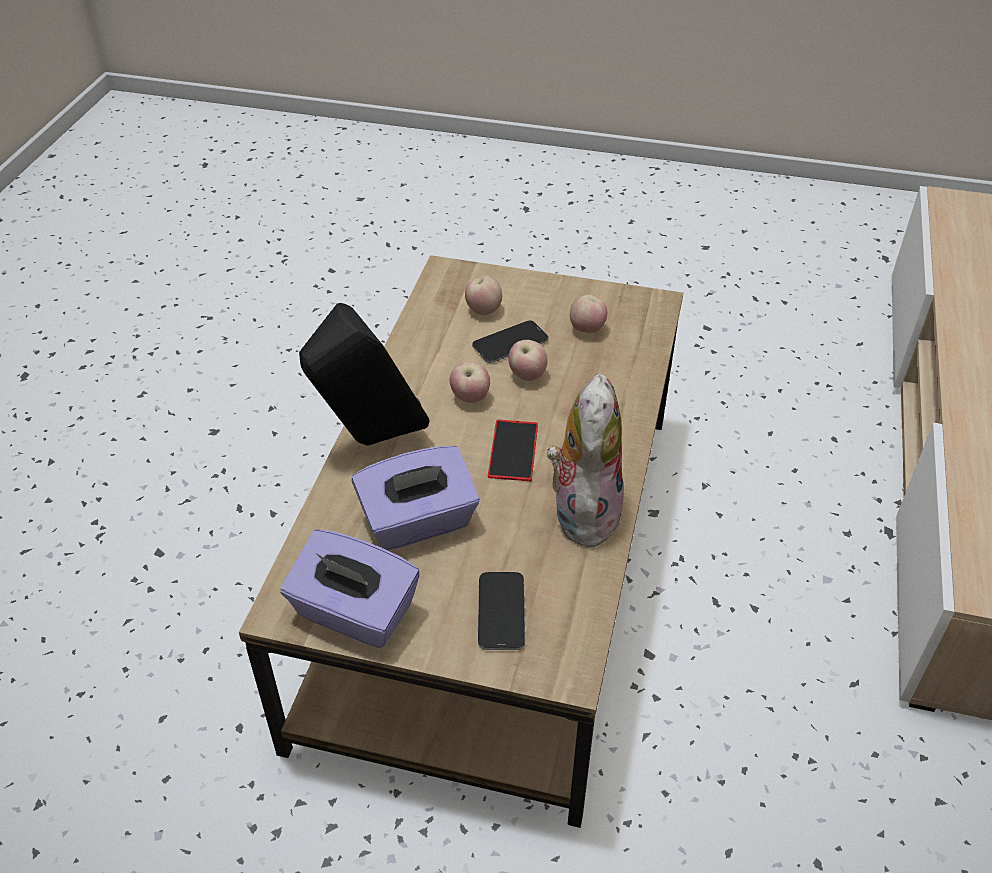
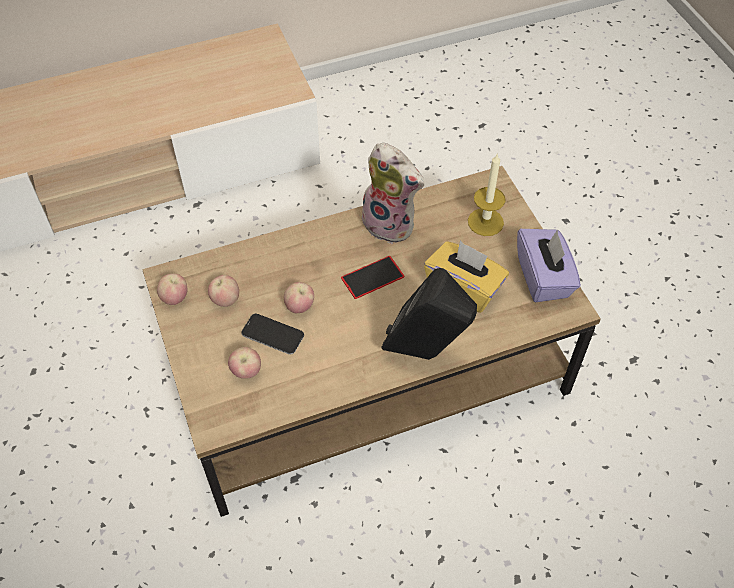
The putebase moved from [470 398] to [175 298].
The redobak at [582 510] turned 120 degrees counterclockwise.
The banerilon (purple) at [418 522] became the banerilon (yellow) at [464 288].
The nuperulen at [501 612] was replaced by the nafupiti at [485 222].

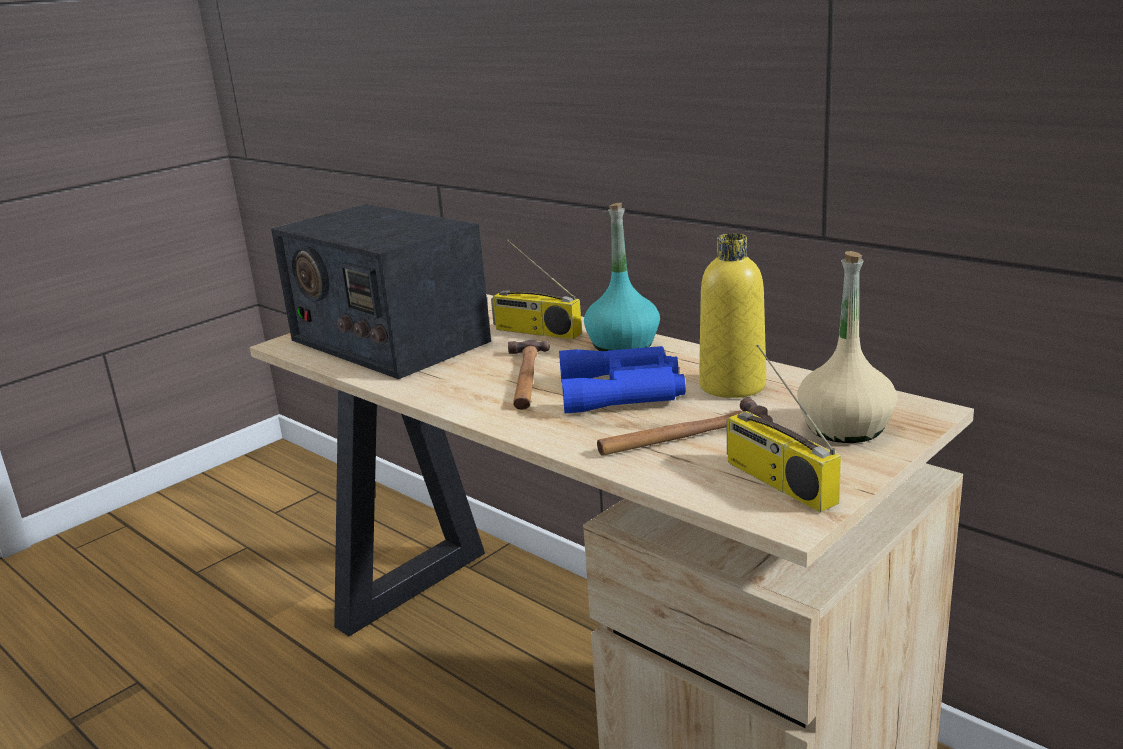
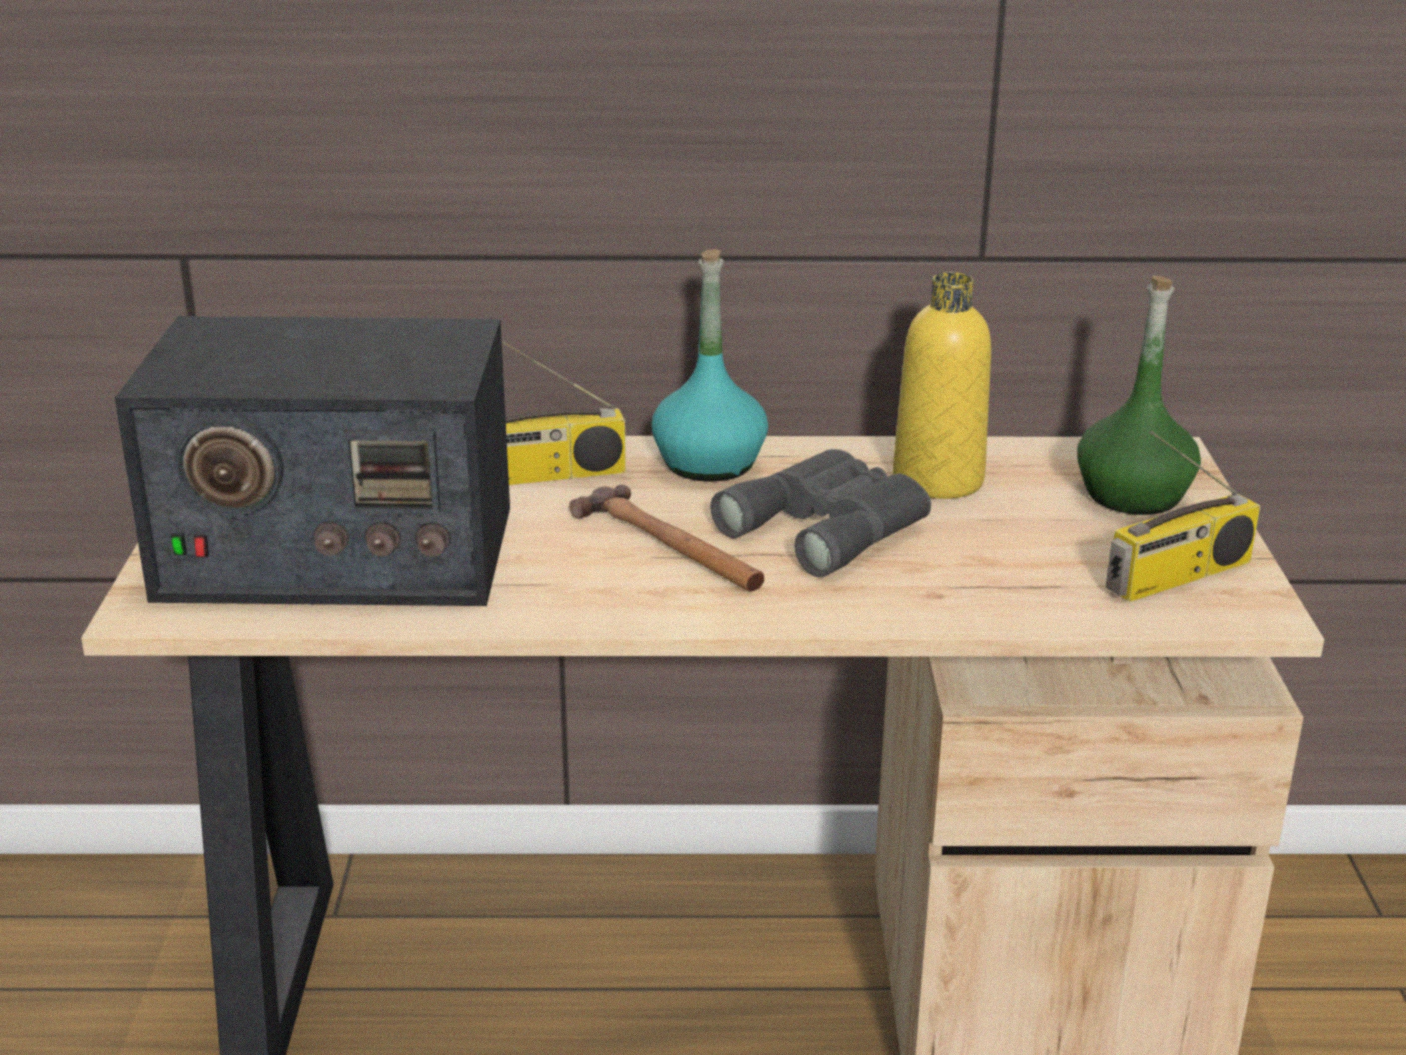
The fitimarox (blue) at [624 391] became the fitimarox (grey) at [831 525].
The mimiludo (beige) at [845 428] became the mimiludo (green) at [1133 495].
The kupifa at [776 481] turned 45 degrees counterclockwise.
The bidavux at [683 436] disappeared.

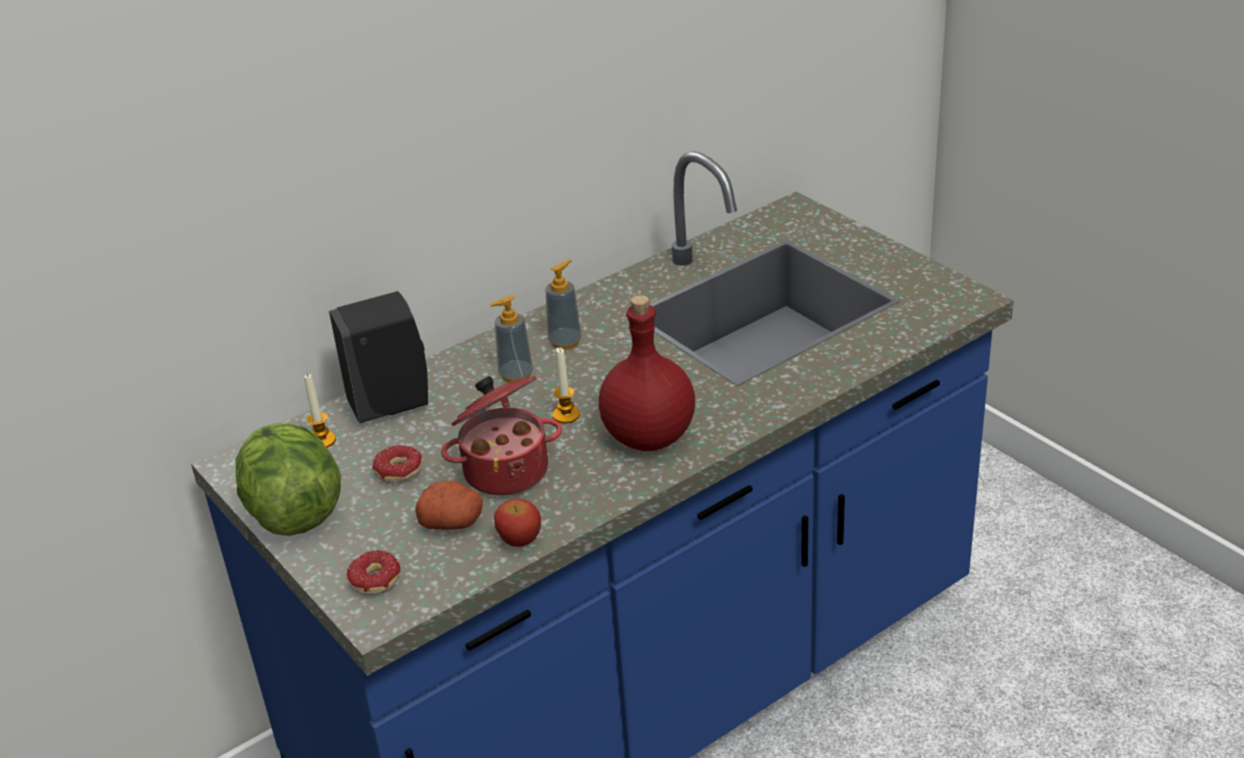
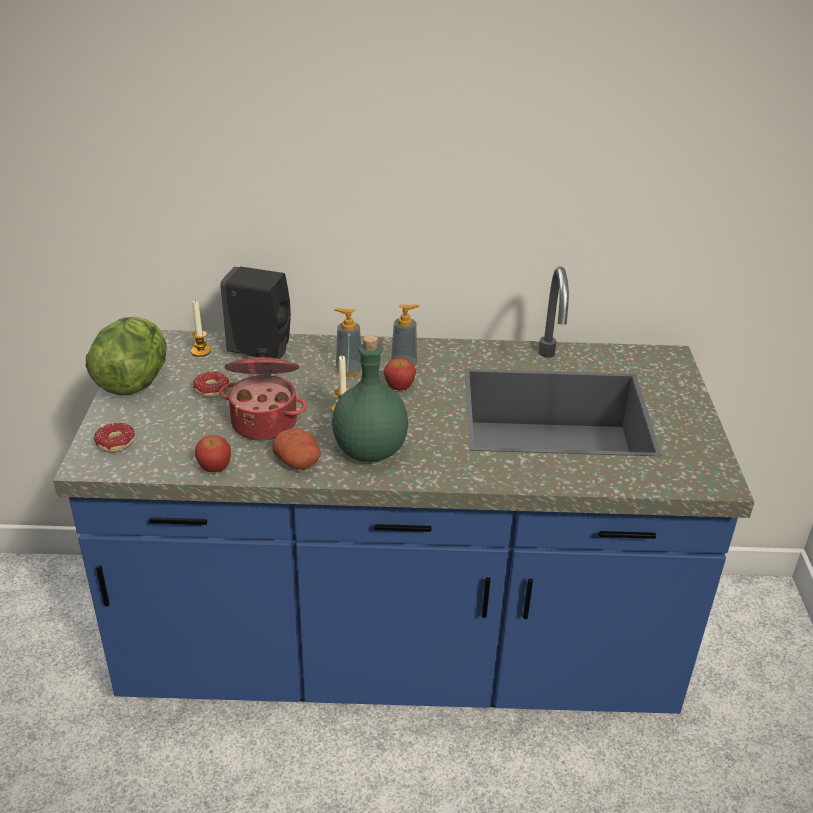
The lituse moved from [453 522] to [298 462].
The mimiludo (red) at [648 436] became the mimiludo (green) at [370 450].
The putebase at [399 387] appeared.

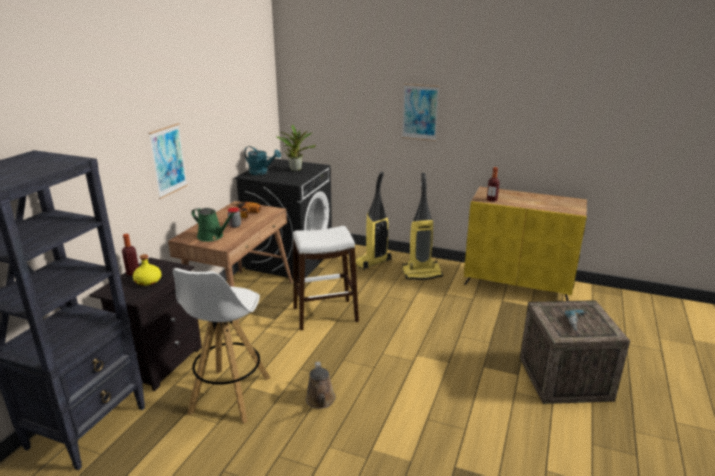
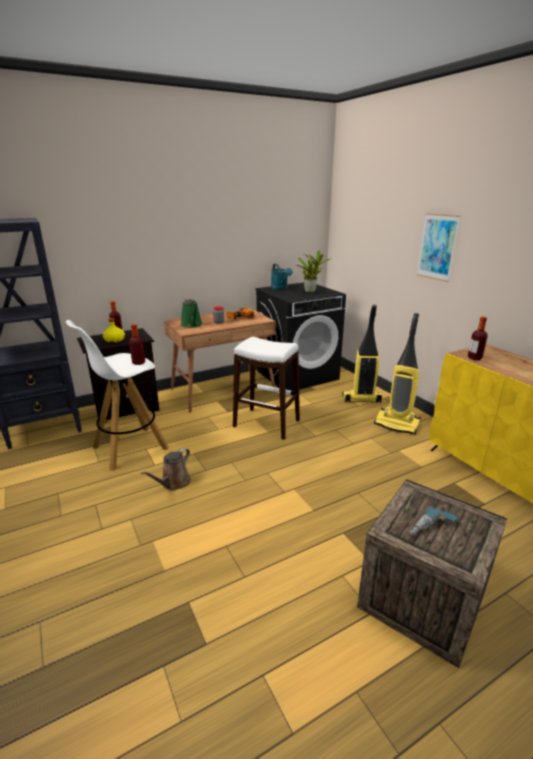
The mimiludo at [138 363] appeared.
The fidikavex at [168 160] disappeared.

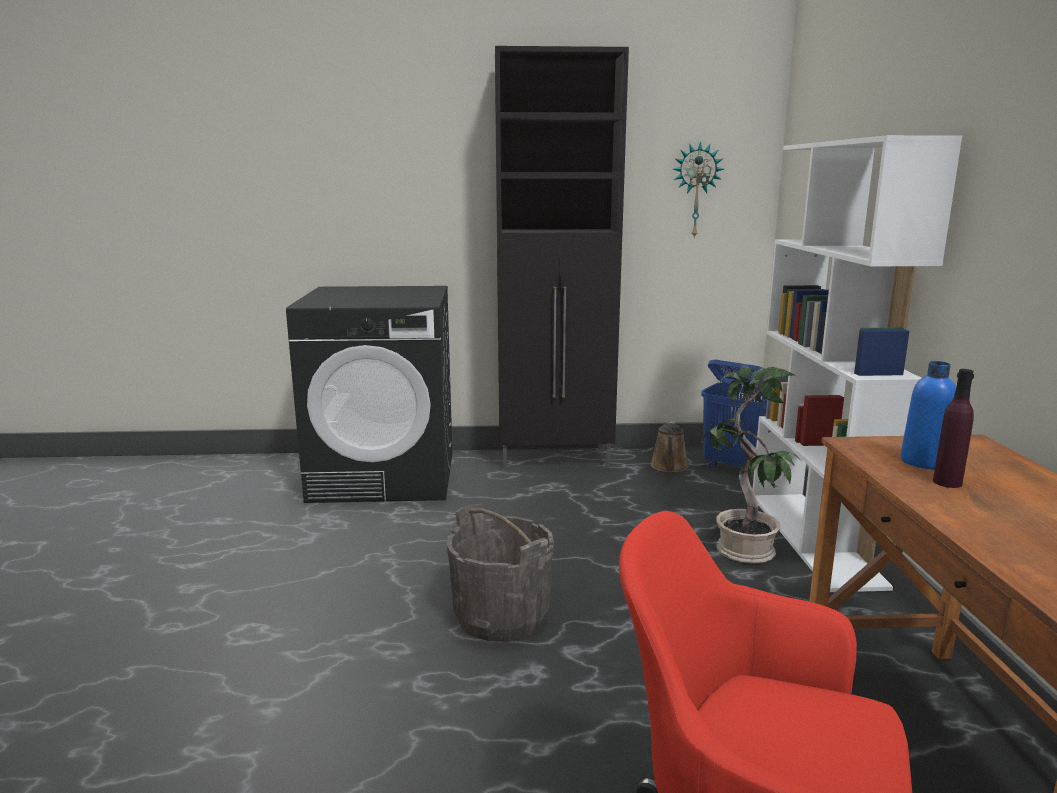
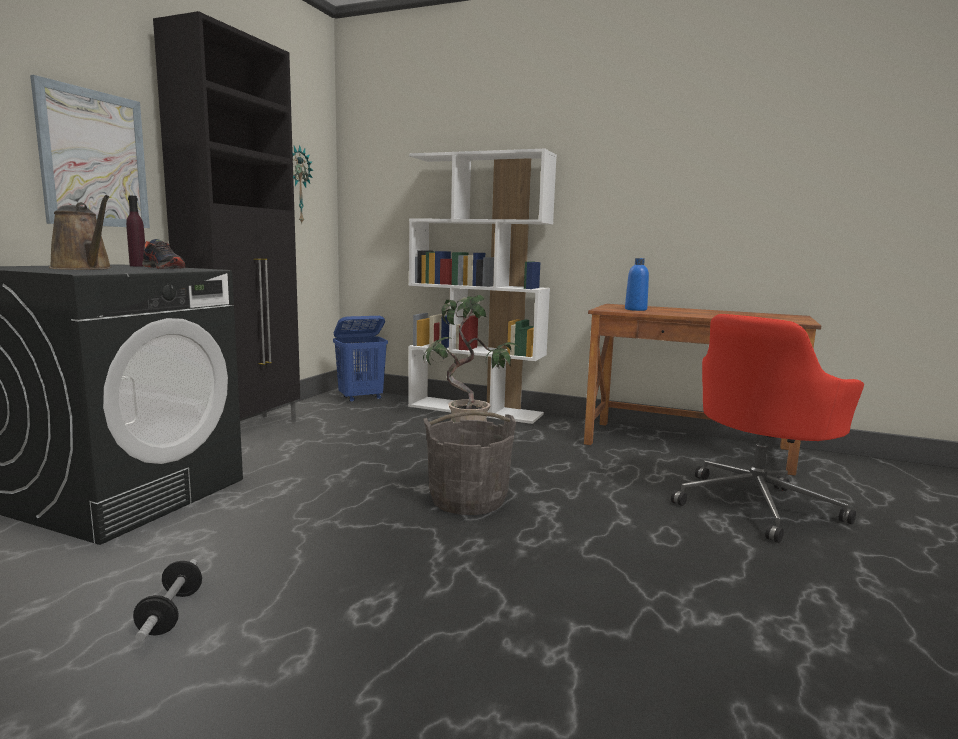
The fidikavex at [94 159] appeared.
The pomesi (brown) moved from [669 467] to [84 269].
The mimiludo (purple) moved from [947 482] to [138 266].
The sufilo at [171 614] appeared.
The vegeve at [164 268] appeared.

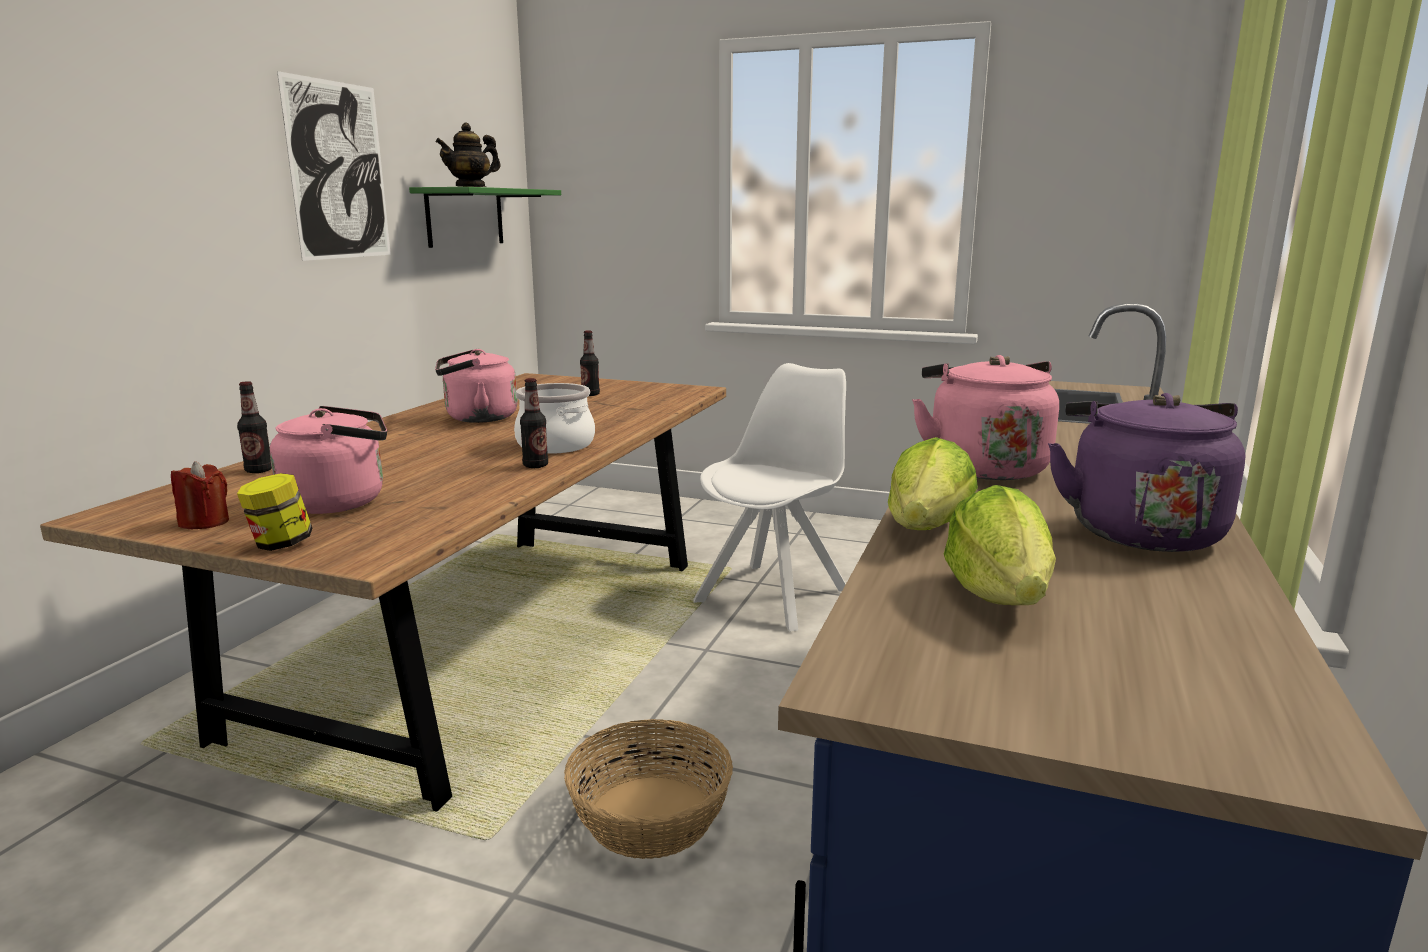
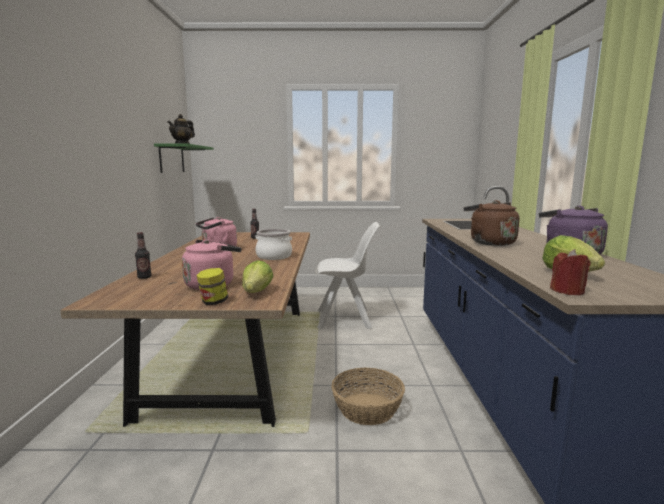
The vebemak moved from [927 529] to [257 292].
The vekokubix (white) at [775 594] turned 75 degrees clockwise.
The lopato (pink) at [983 467] became the lopato (brown) at [489 242].
The nafupiti (red) moved from [205 522] to [567 291].
The fidikavex at [338 171] disappeared.
The mimiludo at [535 465] disappeared.

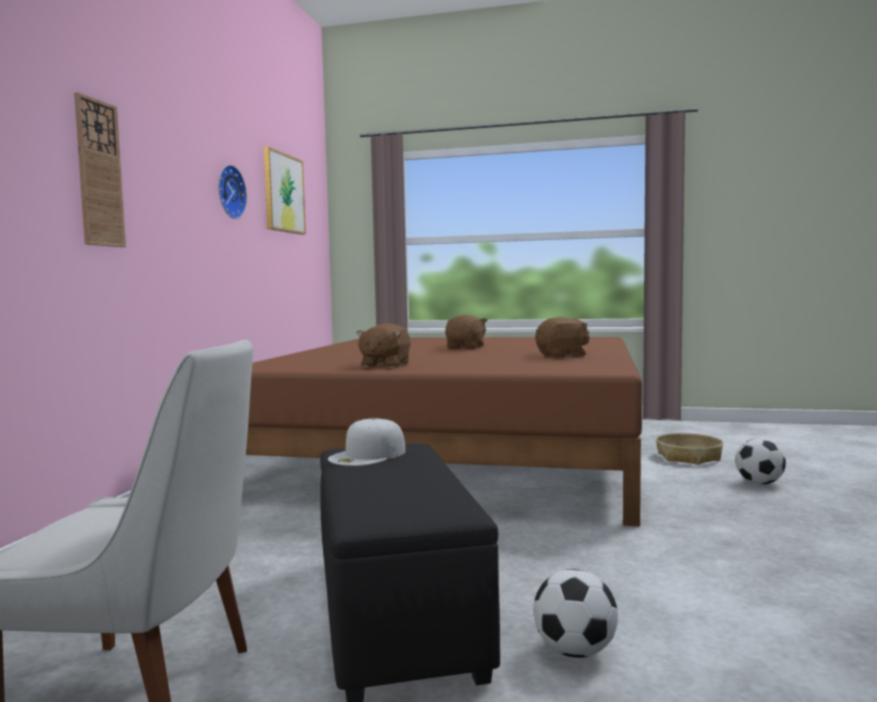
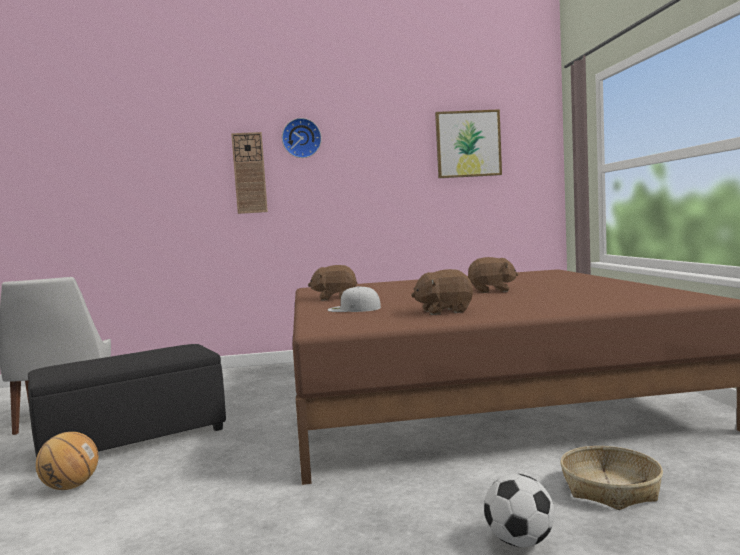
The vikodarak at [575 651] was replaced by the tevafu at [70 487].
The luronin moved from [228 192] to [301 138].
The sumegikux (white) moved from [368 455] to [353 309].
The redobak (brown) at [563 356] turned 120 degrees clockwise.

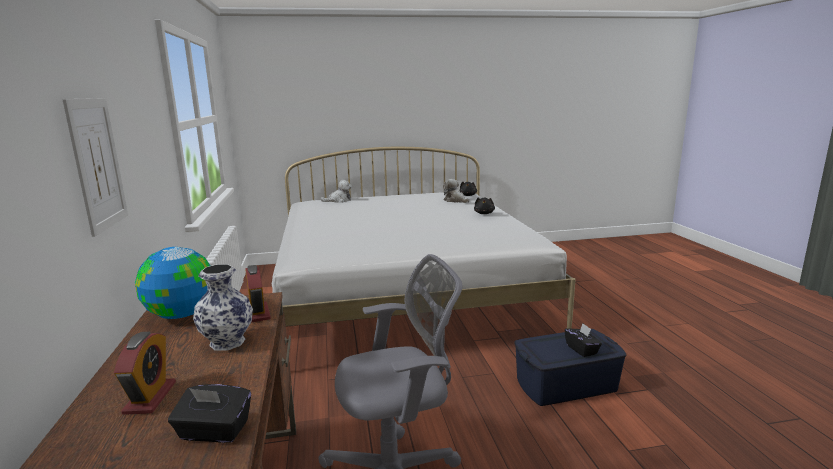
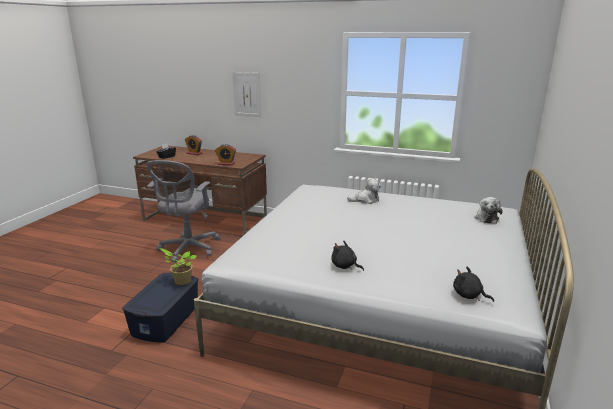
The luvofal at [181 281] appeared.
The redobak moved from [455 200] to [366 200].
The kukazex at [181 315] disappeared.
The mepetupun at [227 342] disappeared.
The banerilon (black) at [582 349] disappeared.

